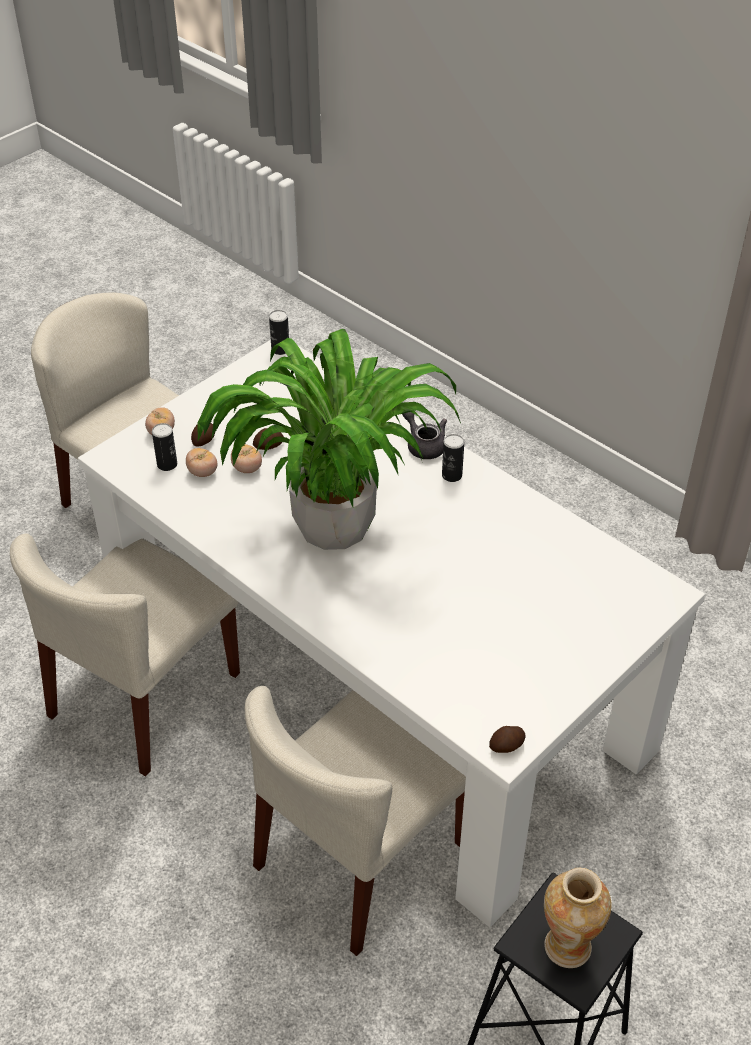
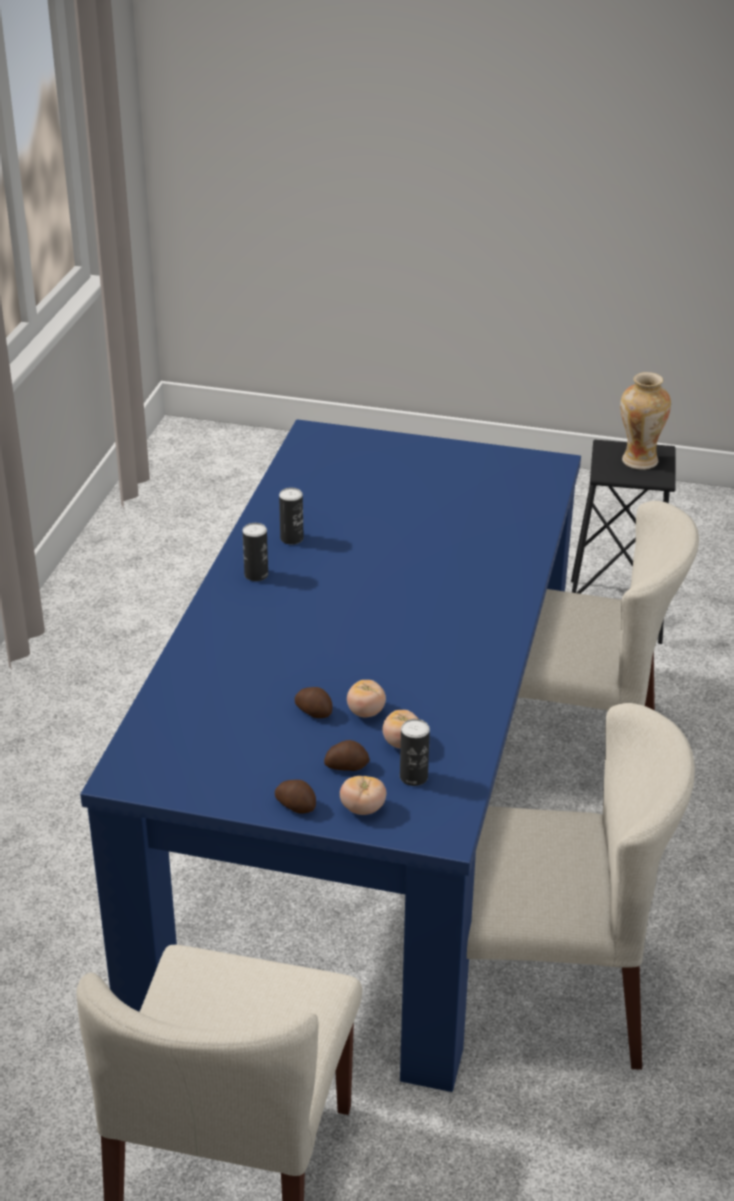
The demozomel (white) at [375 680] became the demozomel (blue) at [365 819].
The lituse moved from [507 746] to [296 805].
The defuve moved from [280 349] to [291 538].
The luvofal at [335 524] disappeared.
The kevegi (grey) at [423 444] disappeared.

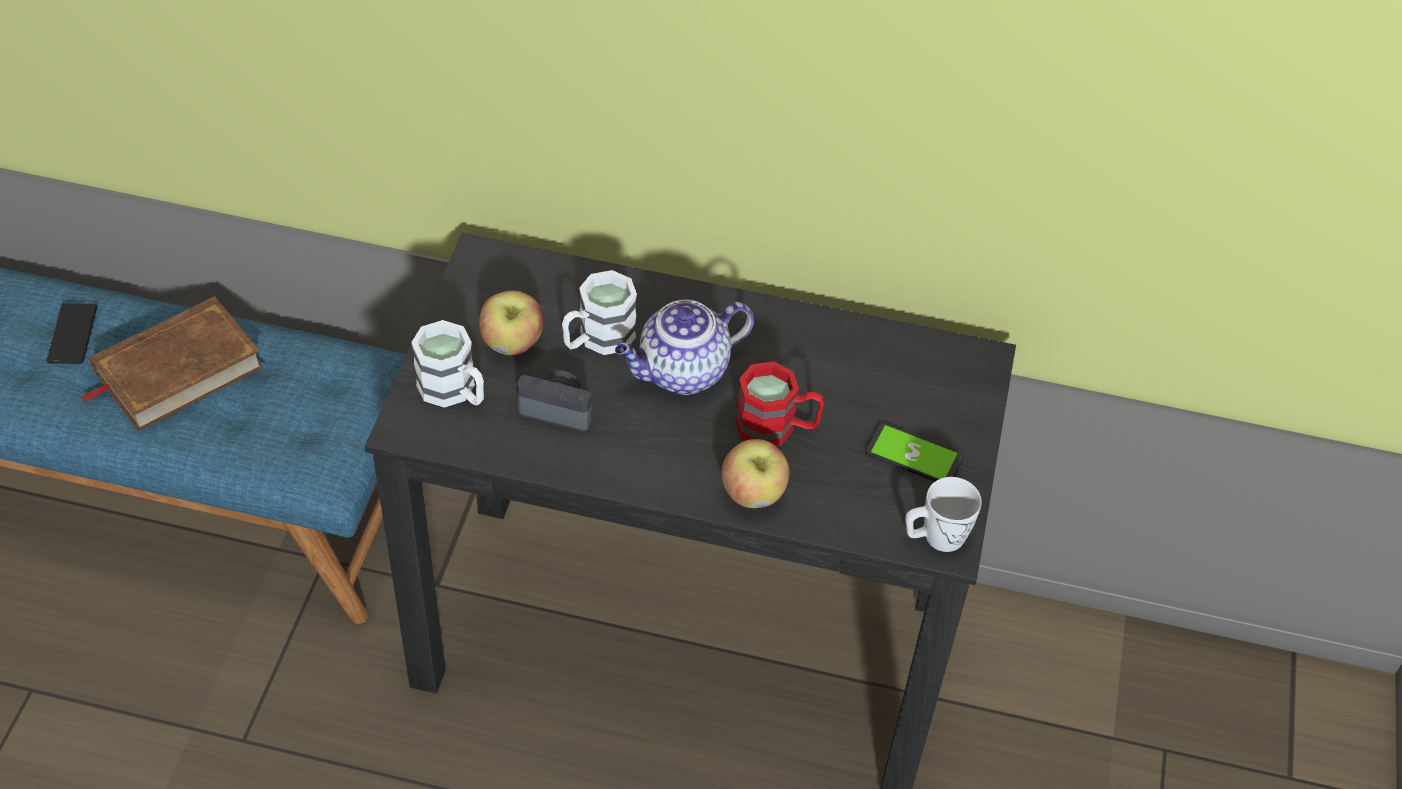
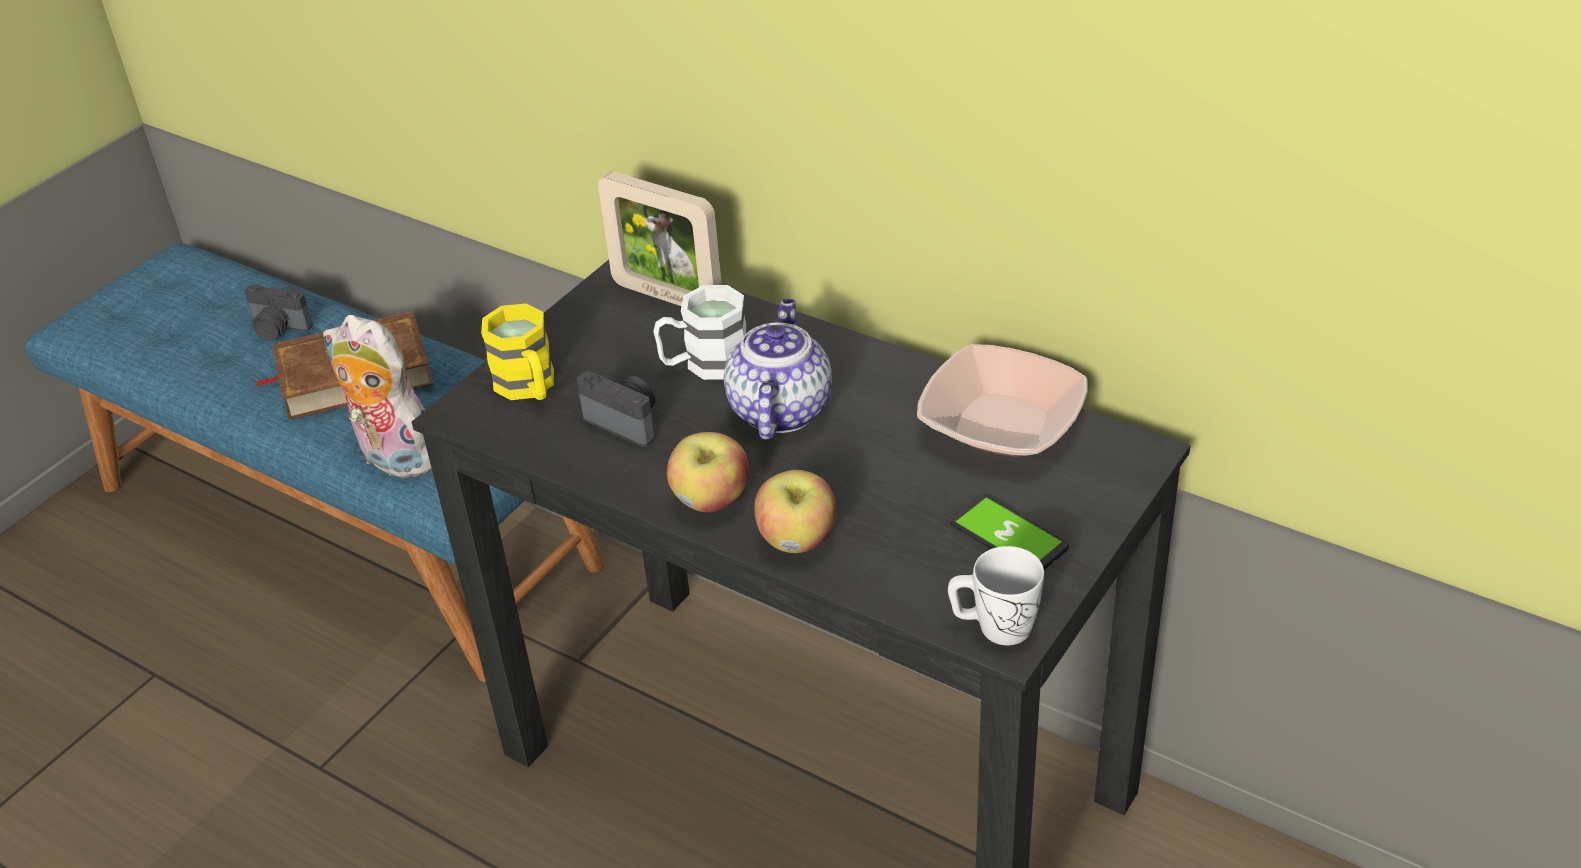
The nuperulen at [72 334] was replaced by the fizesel at [278 329].
The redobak at [393 458] appeared.
The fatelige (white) at [454 392] became the fatelige (yellow) at [529 388].
The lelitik at [667 296] appeared.
The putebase moved from [512 344] to [711 501].
The kevegi at [682 373] turned 105 degrees clockwise.
The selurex at [1001 424] appeared.
The fatelige (red) at [777 428] disappeared.

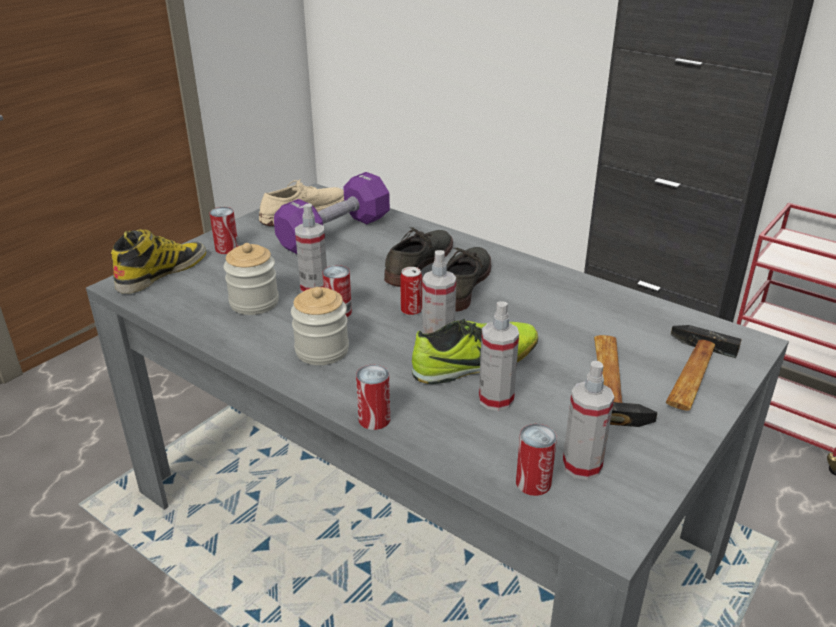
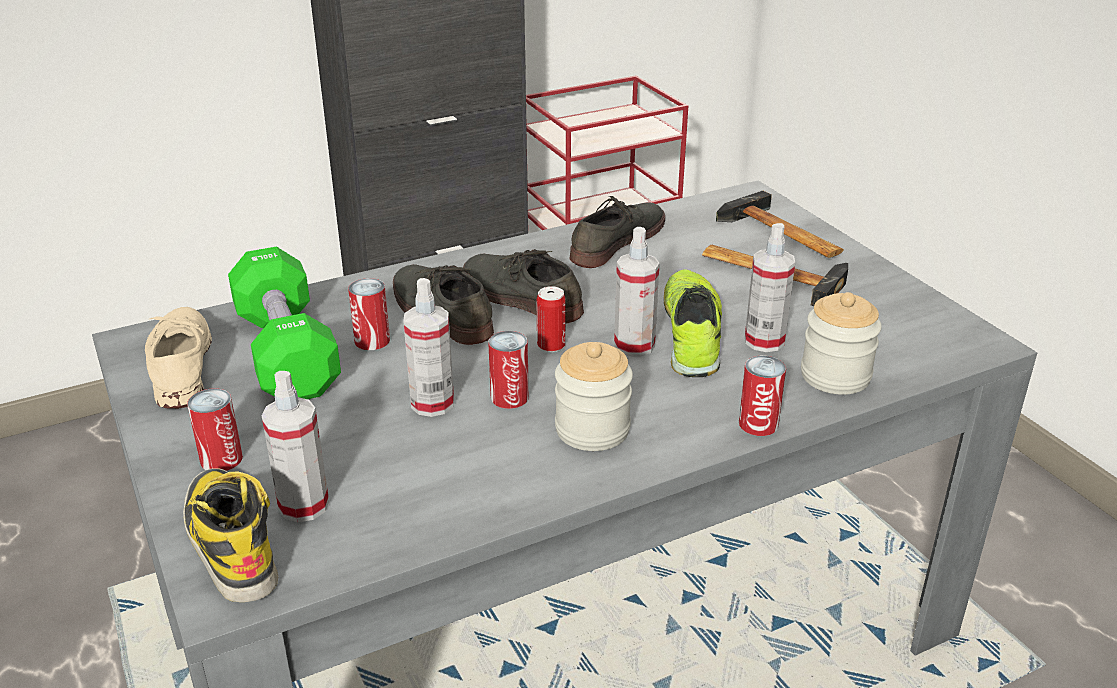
The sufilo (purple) at [335 233] became the sufilo (green) at [287 352].
The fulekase moved from [582 466] to [303 505].
The defuve moved from [533 482] to [372 340].
The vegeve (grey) at [617 240] appeared.
The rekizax moved from [254 303] to [835 376].

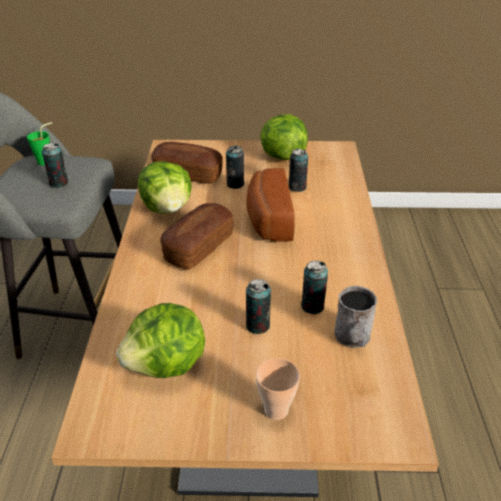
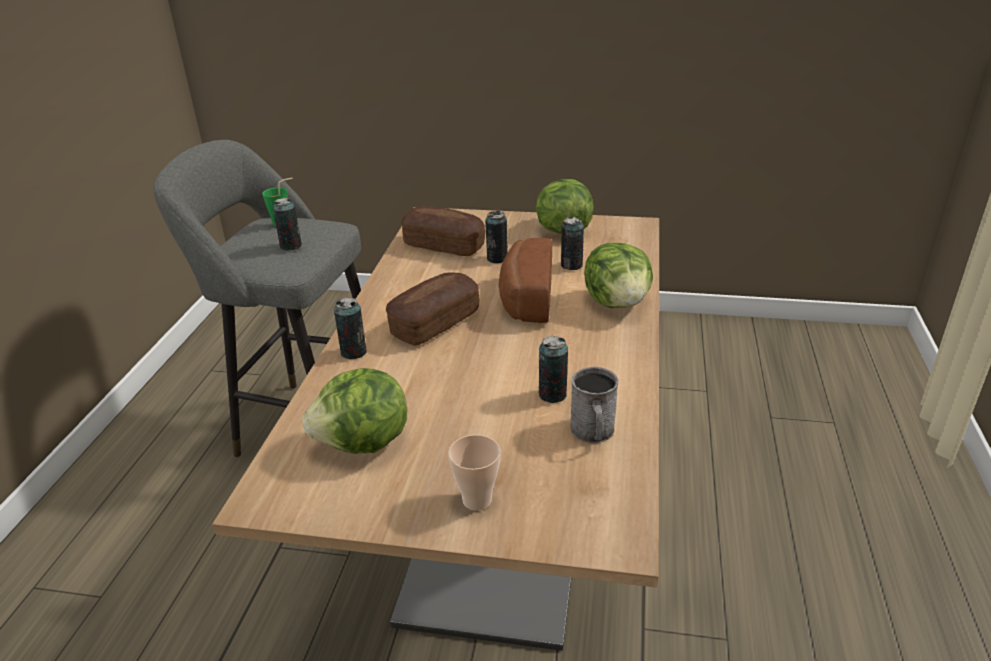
The defuve moved from [257 326] to [353 352].
The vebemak moved from [168 208] to [618 302].

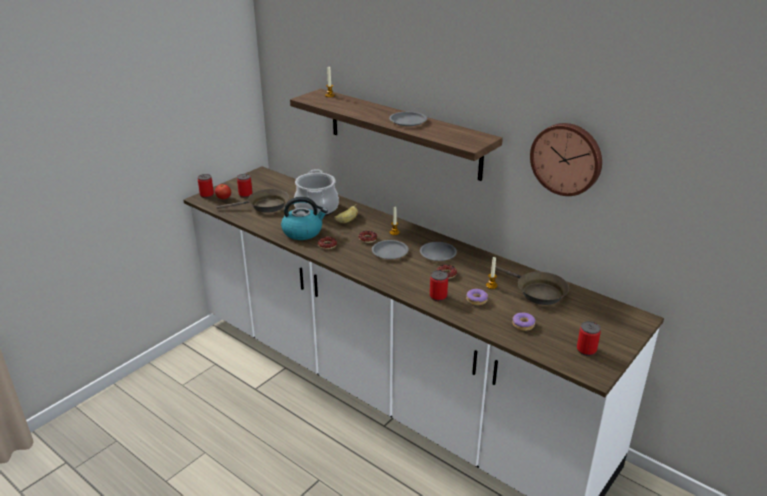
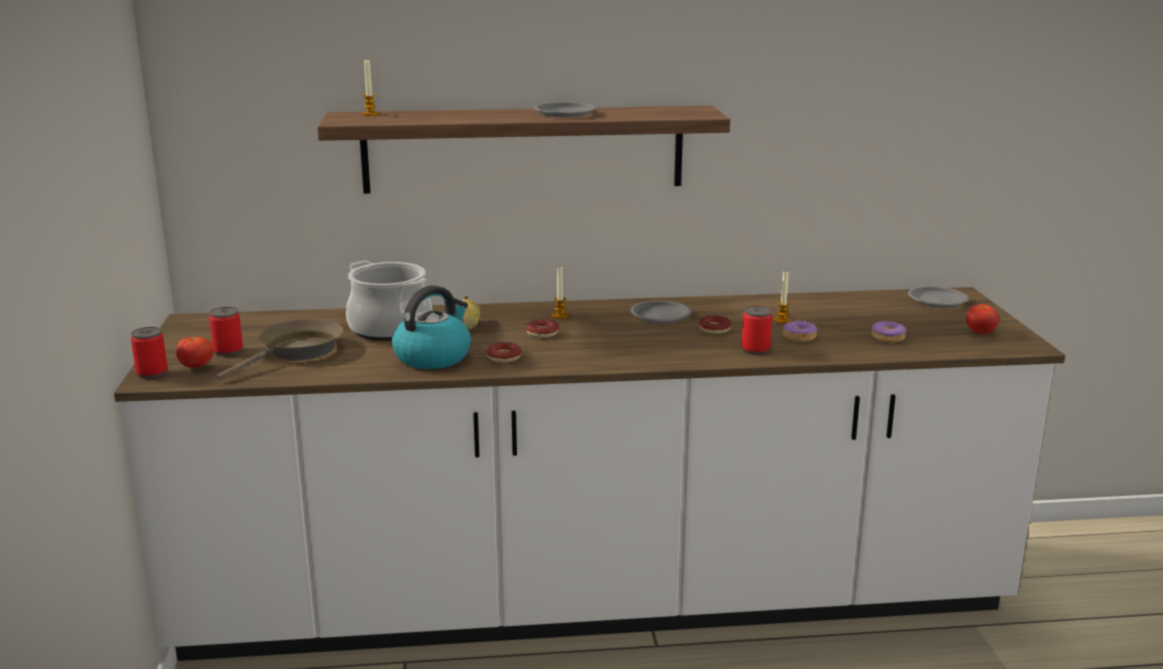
The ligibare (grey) moved from [389 252] to [937 301].
The defuve at [586 350] was replaced by the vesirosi at [980 333].
The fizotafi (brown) at [537 292] disappeared.
The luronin at [567 158] disappeared.

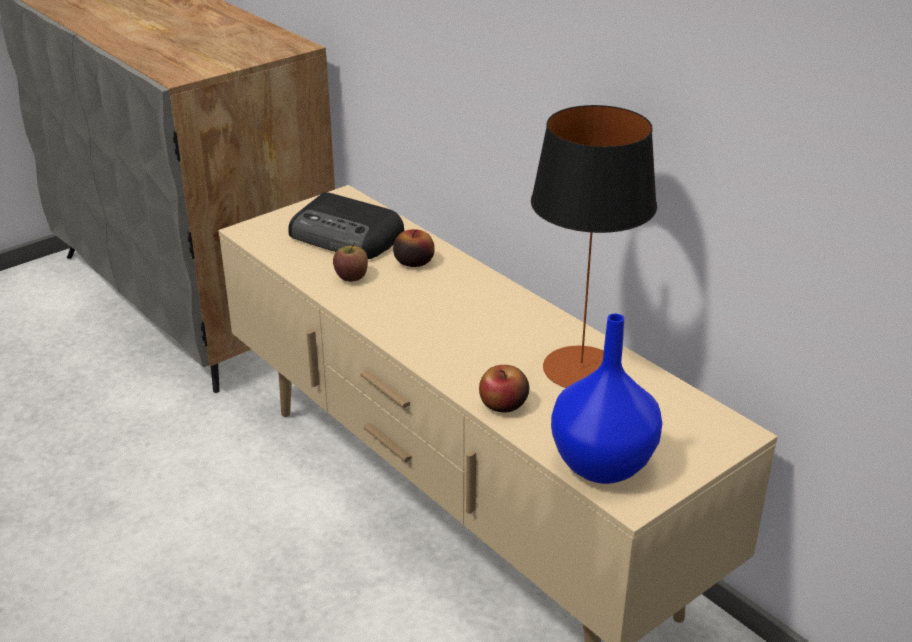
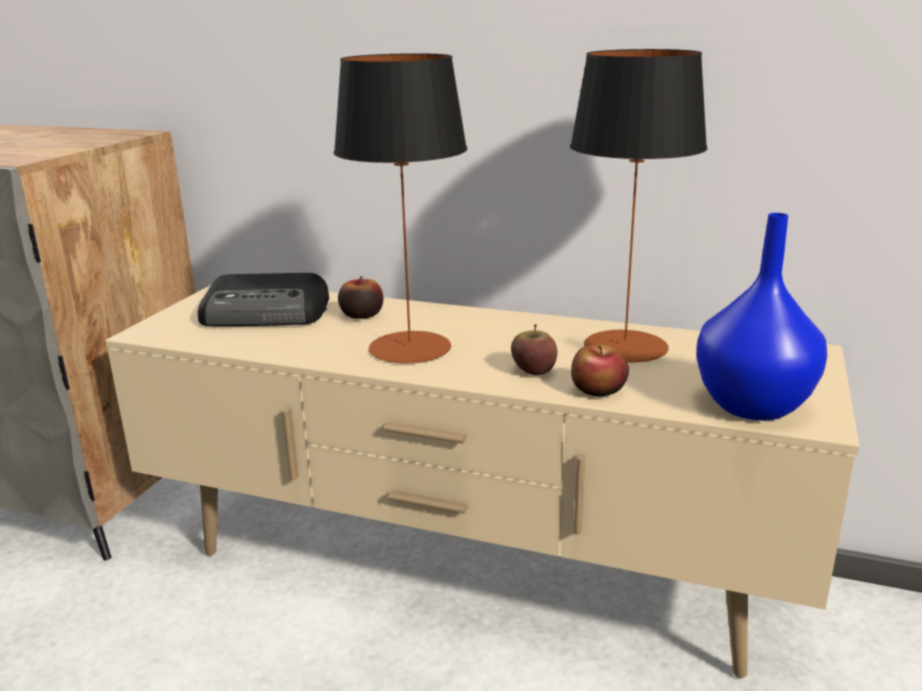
The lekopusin at [410 348] appeared.
The putebase moved from [351 276] to [533 370].

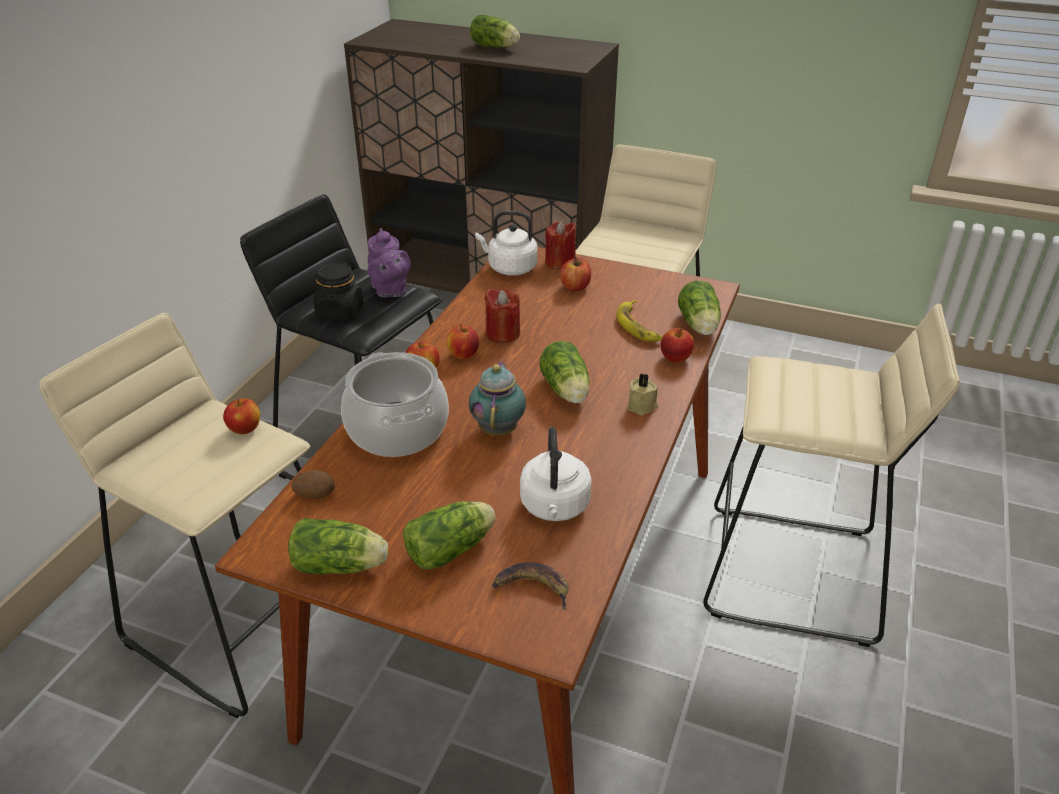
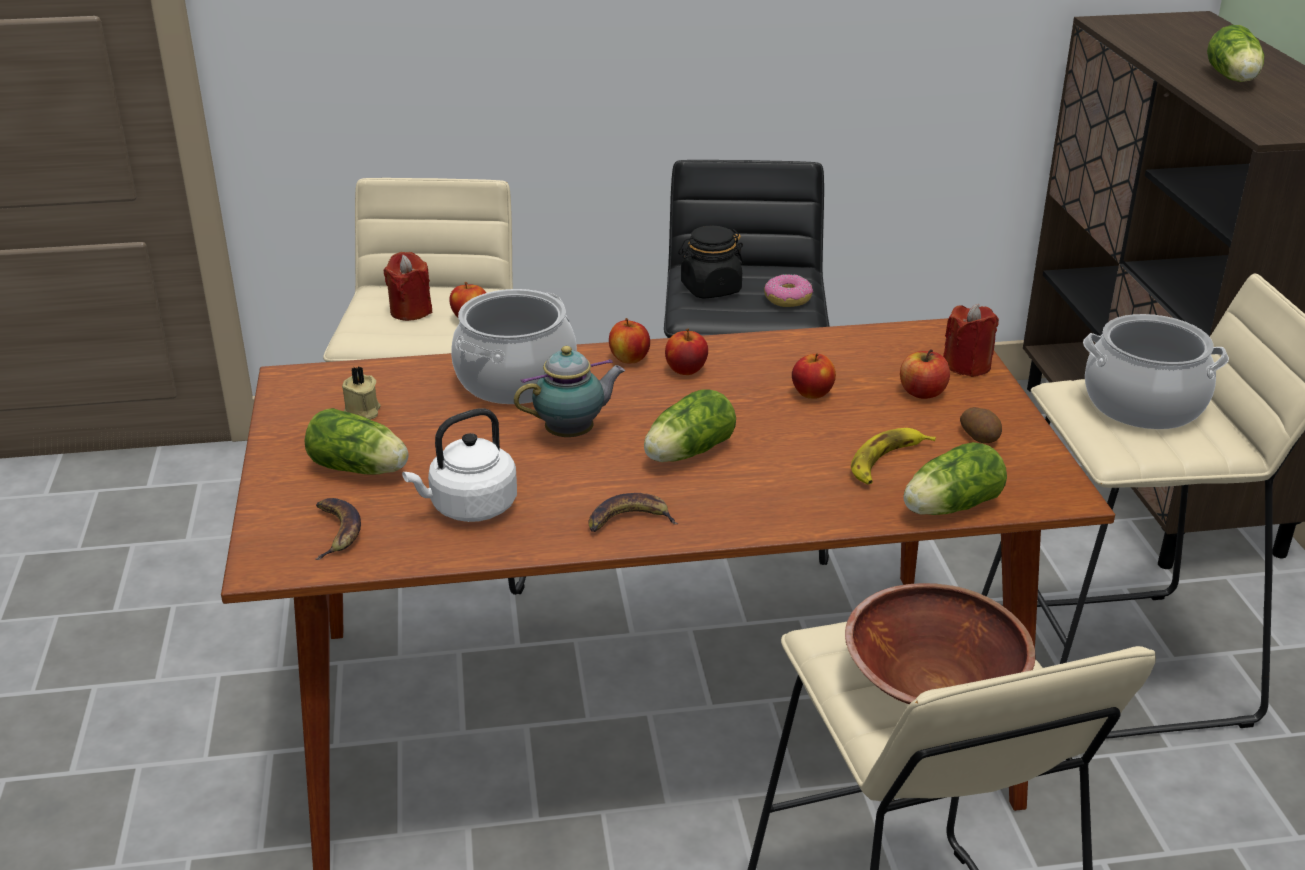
The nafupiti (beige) moved from [642 406] to [362 412].
The nafupiti (red) moved from [502 333] to [411 311].
The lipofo at [628 520] appeared.
The kevegi (purple) at [390 291] was replaced by the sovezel at [787 299].
The putebase moved from [675 358] to [812 394].
The selurex (brown) at [932 684] appeared.
The lituse moved from [315 493] to [980 437].
The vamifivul at [1143 404] appeared.
The vebemak at [342 566] disappeared.
The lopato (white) at [509 268] disappeared.

